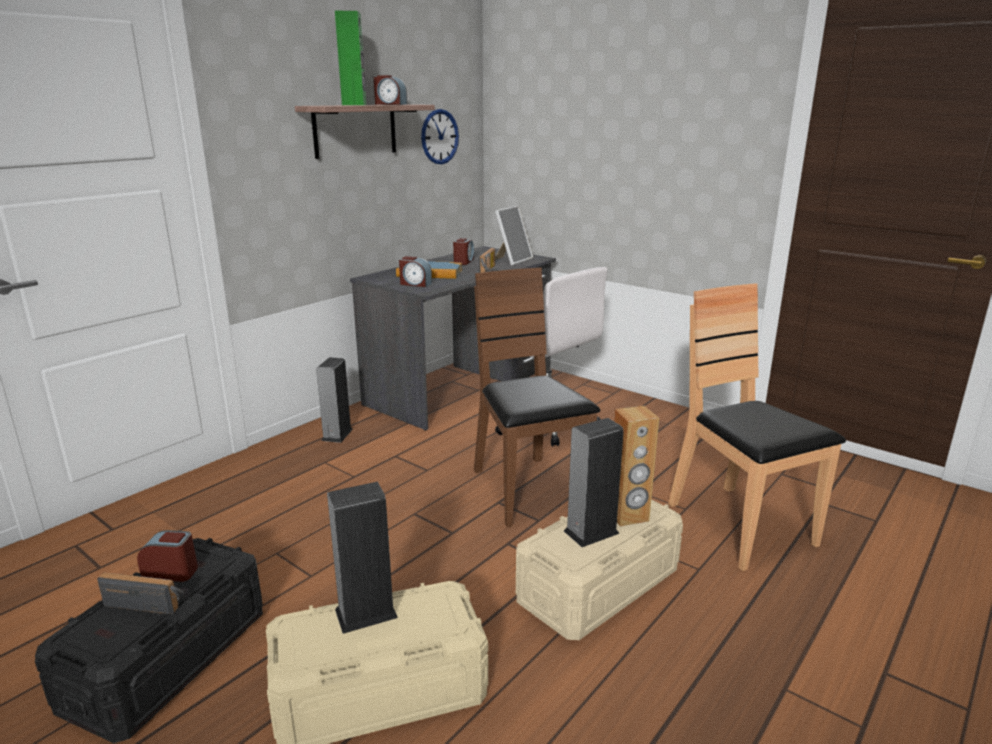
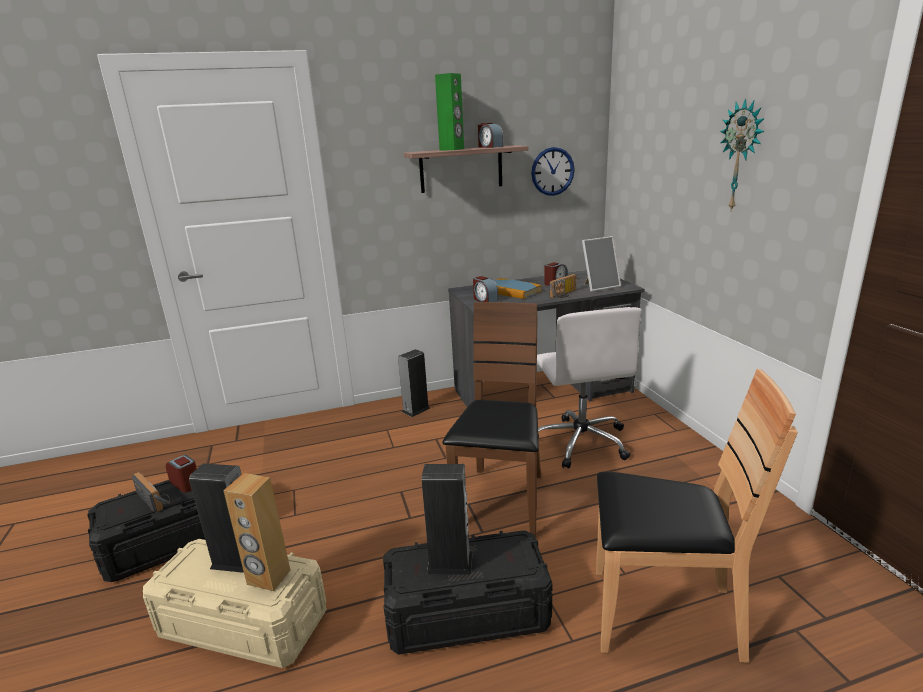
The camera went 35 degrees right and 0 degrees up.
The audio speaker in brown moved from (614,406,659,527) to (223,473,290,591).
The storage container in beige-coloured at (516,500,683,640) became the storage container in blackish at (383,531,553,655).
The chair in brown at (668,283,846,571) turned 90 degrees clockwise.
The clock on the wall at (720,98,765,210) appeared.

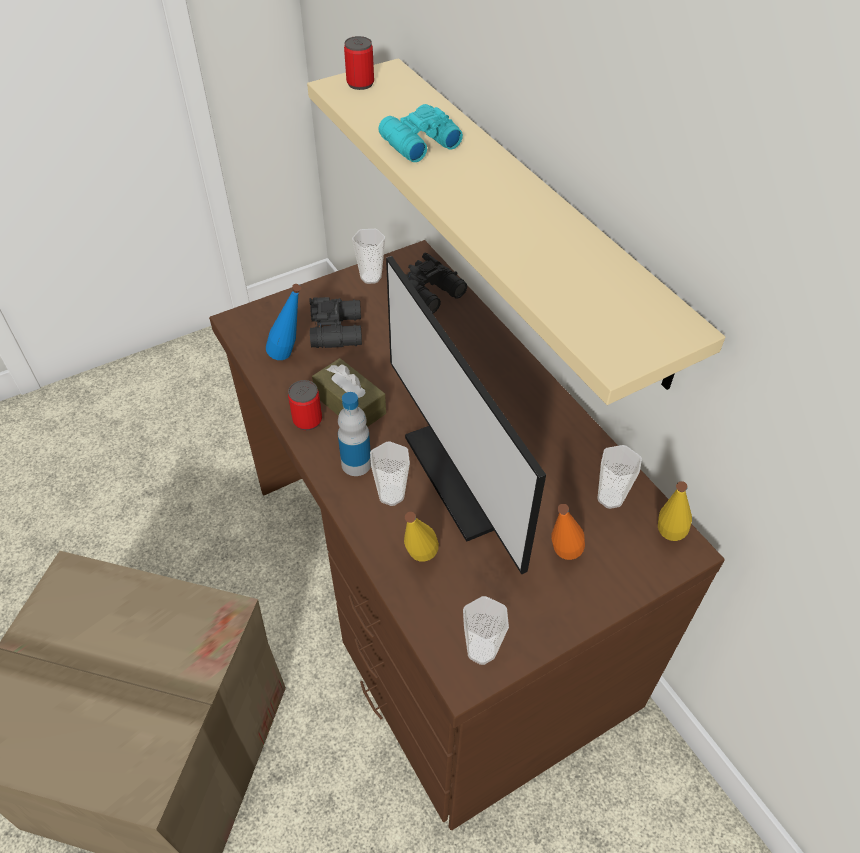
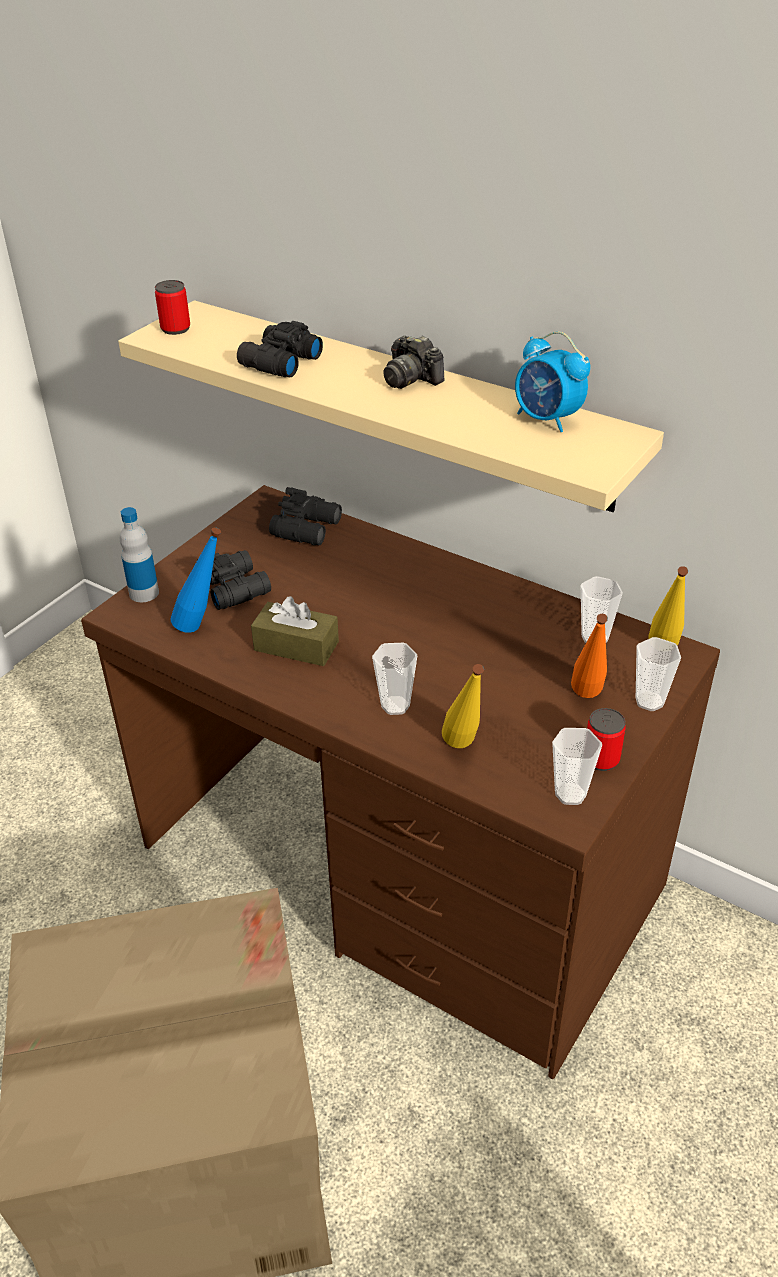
The camera went 25 degrees left and 10 degrees down.
The bottle moved from (338,392,371,476) to (120,507,159,602).
The pair of binoculars in turquoise-coloured at (378,104,463,162) became the pair of binoculars in blackish at (237,321,323,377).
The photo camera at (383,335,444,389) appeared.
The alarm clock at (515,331,591,432) appeared.
The metal can moved from (288,380,322,430) to (587,708,626,771).
The cup moved from (352,229,385,284) to (636,637,681,711).
The monitor at (386,256,546,575) disappeared.

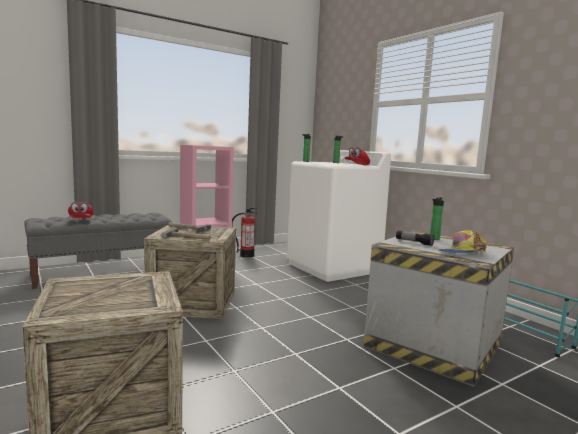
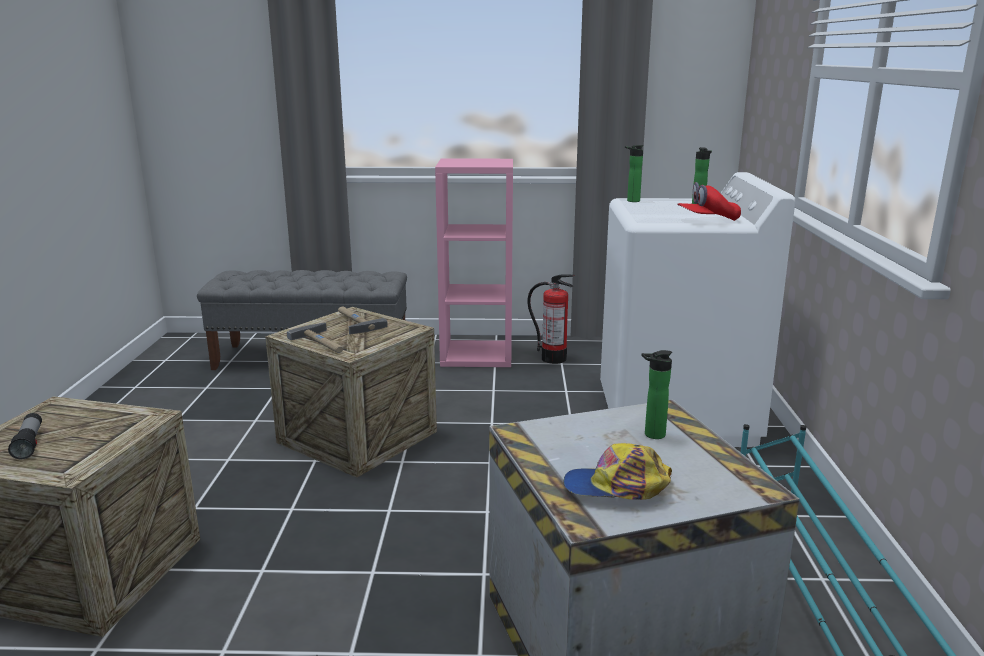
The camera went 35 degrees right and 10 degrees up.
The torch moved from (396,230,434,246) to (8,413,42,459).
The peaked cap in reddish at (68,202,94,218) disappeared.

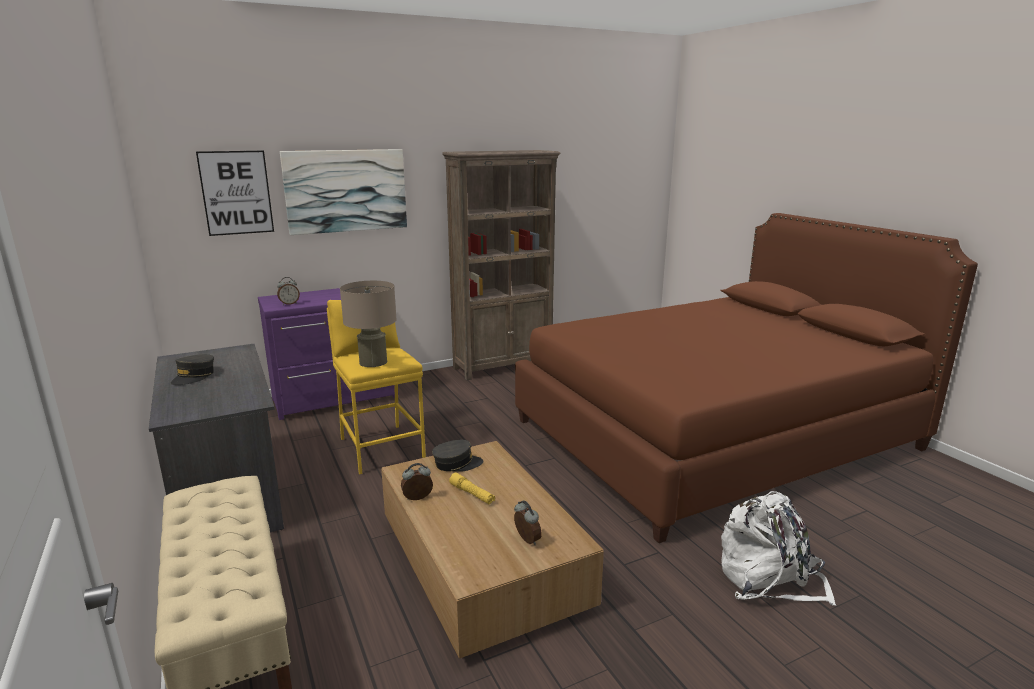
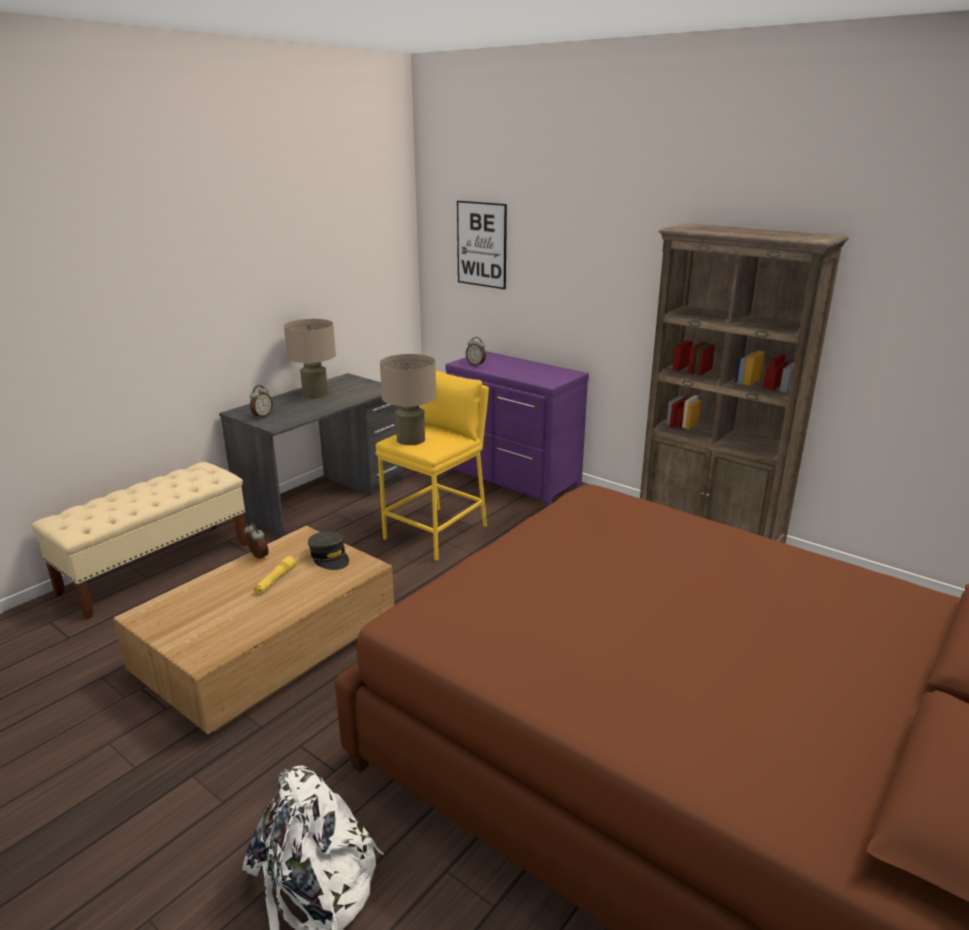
The camera went 65 degrees right and 5 degrees up.
The alarm clock moved from (514,500,542,545) to (250,385,273,419).
The peaked cap in gray at (171,354,214,385) was replaced by the table lamp in beige-coloured at (284,319,336,399).
The wall art at (280,149,407,235) disappeared.

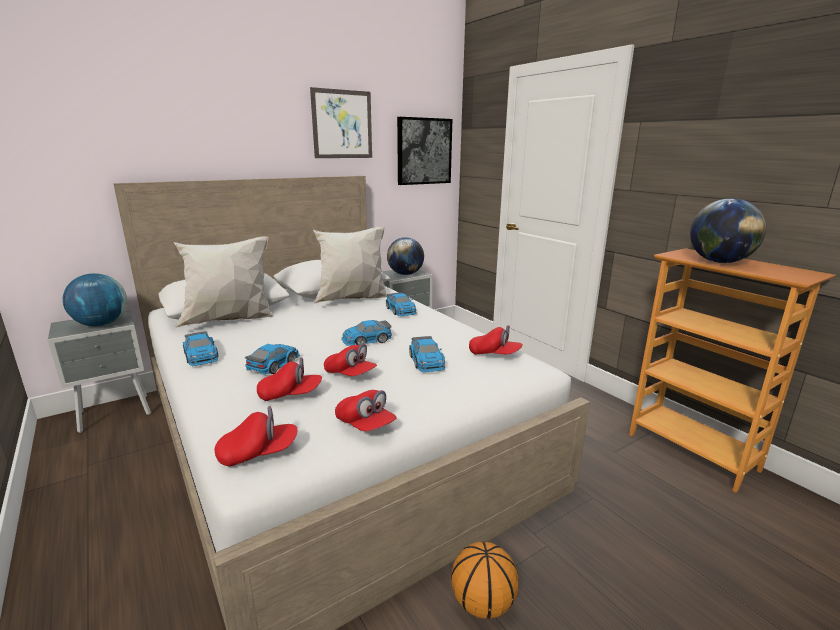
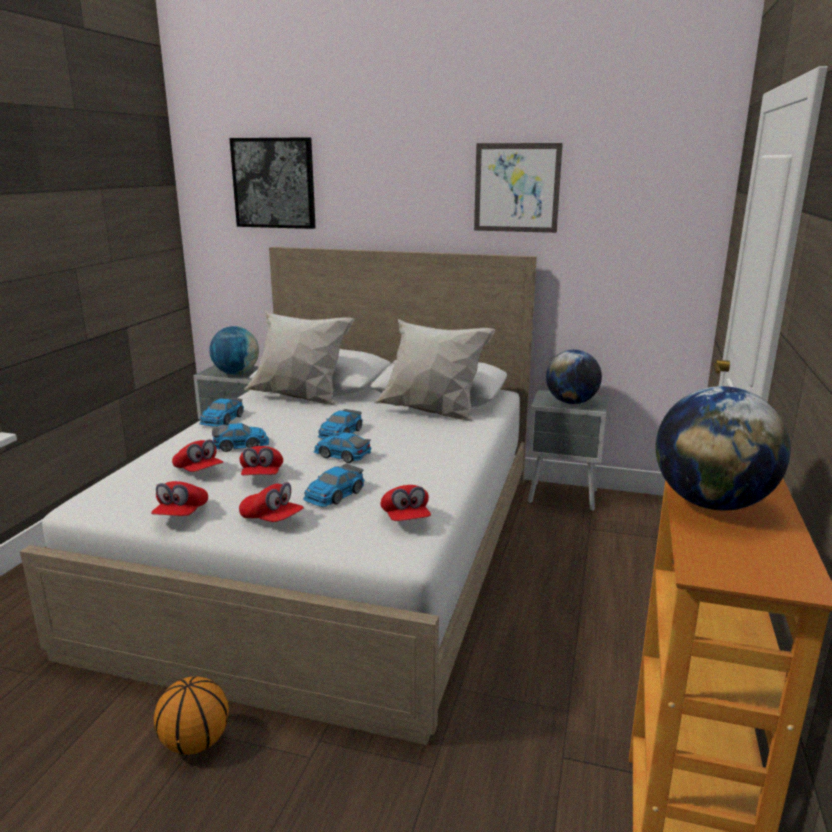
The camera went 50 degrees right and 0 degrees up.
The wall art moved from (397,117,452,185) to (229,137,316,229).
The peaked cap in reddish moved from (215,406,297,466) to (239,482,304,522).
The toy car moved from (386,292,417,316) to (318,409,363,439).

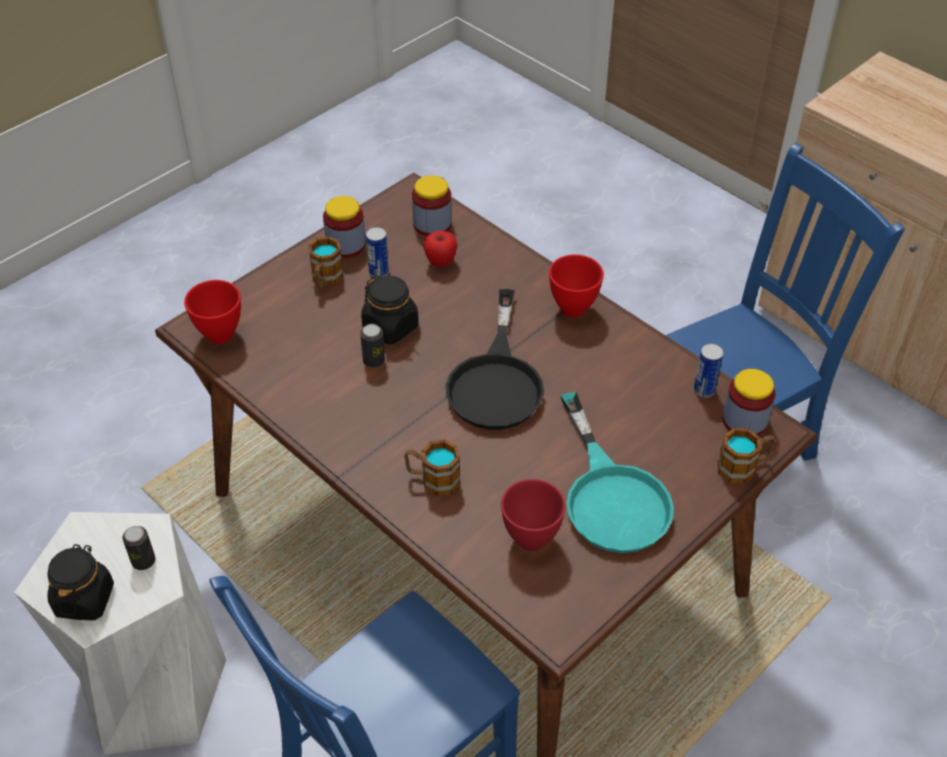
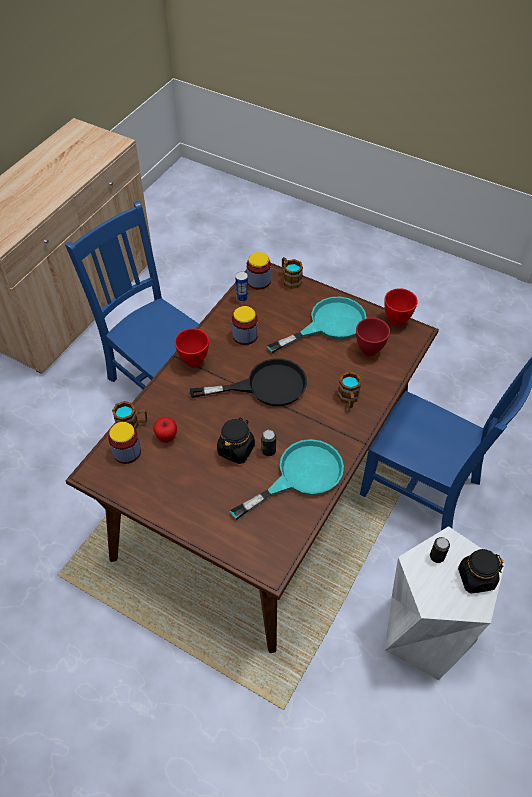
The camera went 105 degrees left and 5 degrees up.
The coffee mug moved from (308,236,344,289) to (112,401,147,429).
The pan in turquoise-coloured at (230,439,344,519) appeared.
The preserve jar moved from (323,196,366,258) to (232,306,258,345).
The serving bowl in reddish moved from (184,280,241,344) to (385,288,418,326).
The metal can at (366,227,389,278) disappeared.

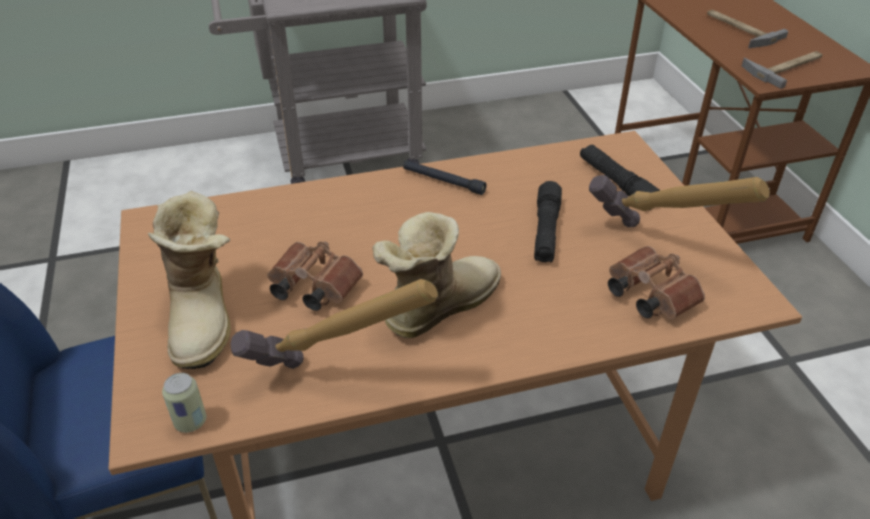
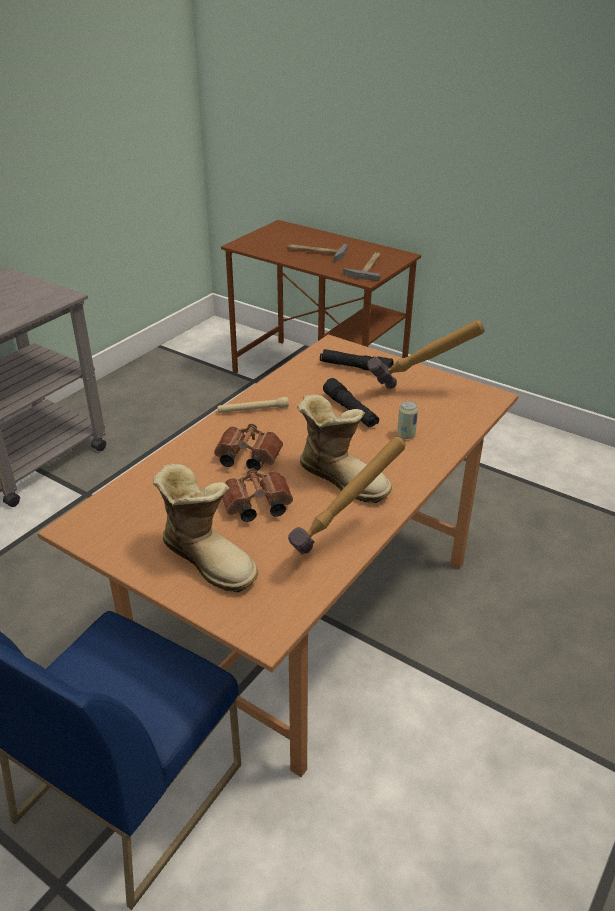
The camera went 40 degrees left and 5 degrees down.
The pair of binoculars in brown moved from (608,246,705,319) to (214,423,283,471).
The torch in blackish at (403,160,486,195) became the torch in beige-coloured at (218,397,289,413).
The boot at (372,212,501,338) turned 120 degrees clockwise.
The metal can moved from (162,373,206,433) to (397,401,418,439).

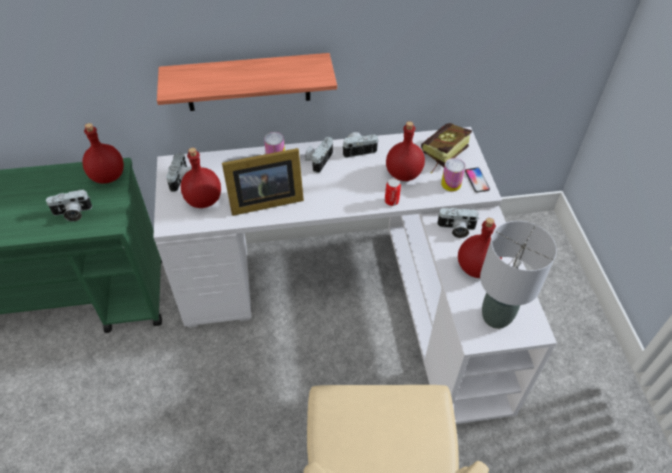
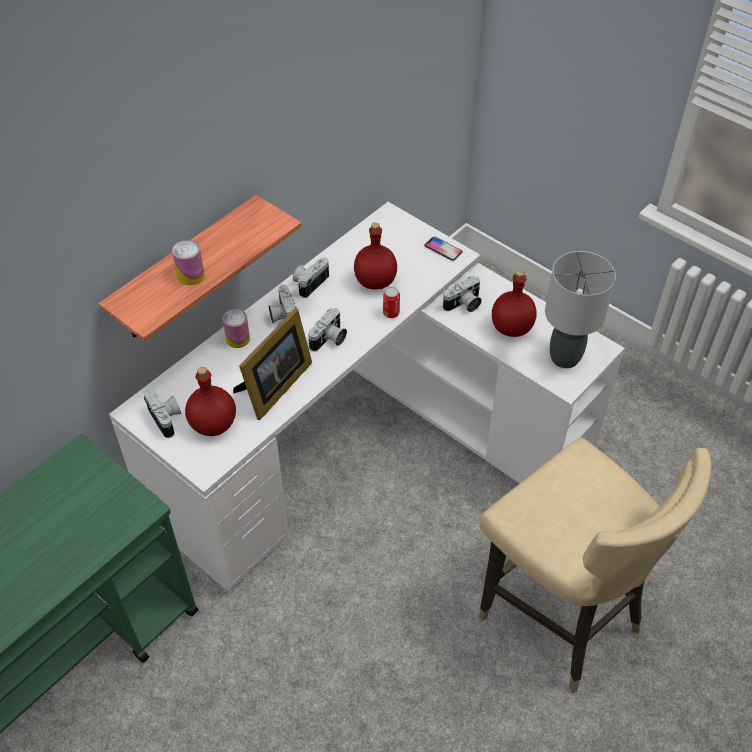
The camera went 40 degrees left and 0 degrees up.
The metal can moved from (441,158,465,192) to (172,240,205,285).
The photo camera moved from (46,190,92,221) to (308,308,347,352).
The bottle in reddish at (83,123,124,184) disappeared.
The volume at (421,123,472,173) disappeared.

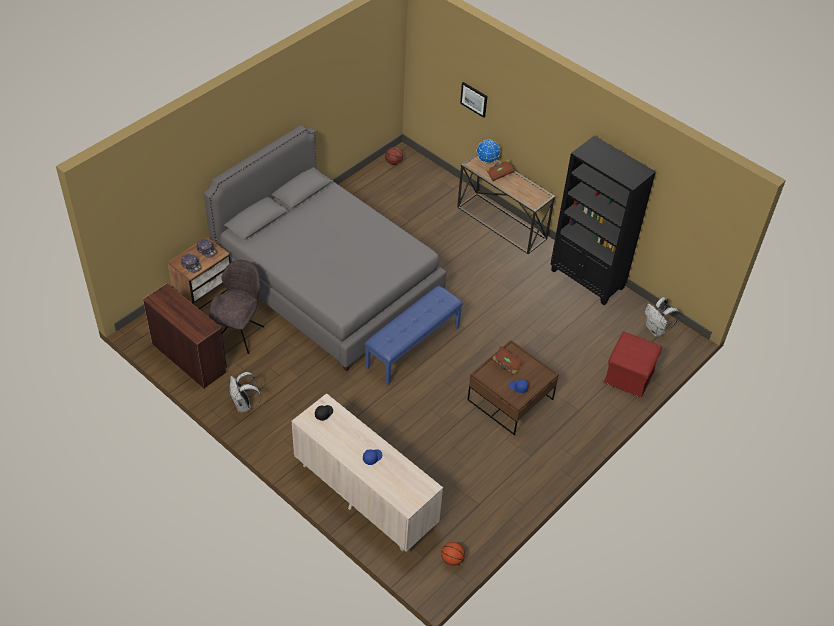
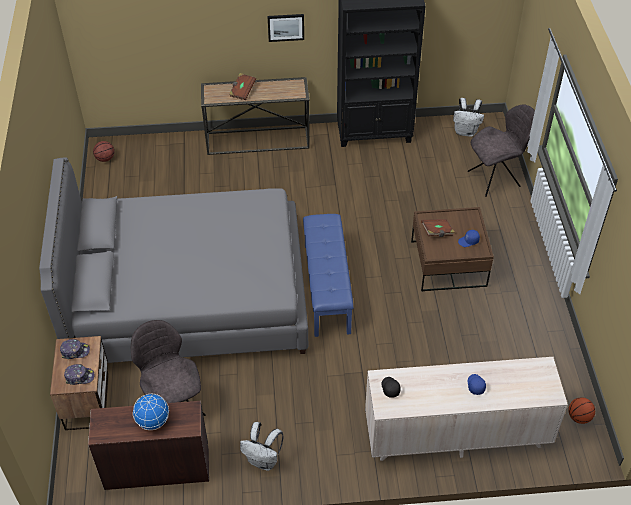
The camera went 45 degrees left and 0 degrees up.
The world globe moved from (477,140,500,163) to (133,394,169,430).
The wall art moved from (460,82,487,118) to (267,14,304,42).
The footrest in reddish at (604,332,662,398) was replaced by the chair in gray at (468,105,535,197).

